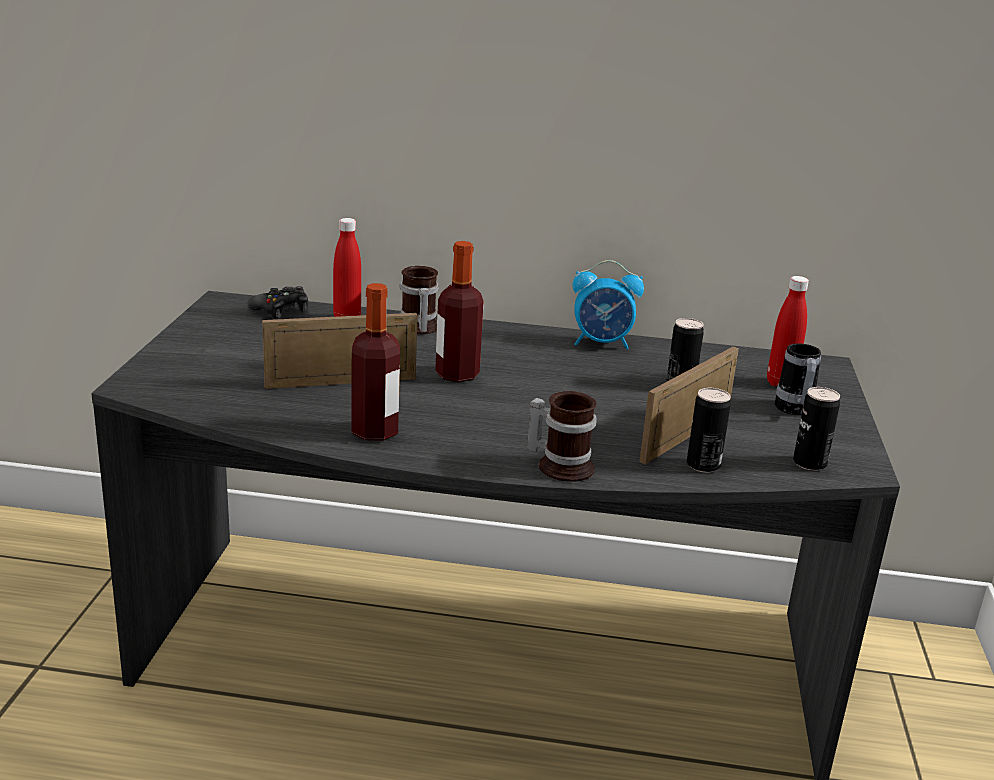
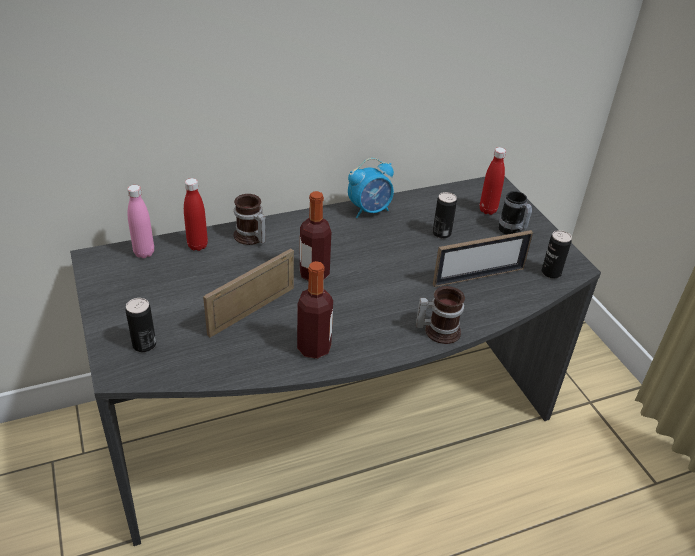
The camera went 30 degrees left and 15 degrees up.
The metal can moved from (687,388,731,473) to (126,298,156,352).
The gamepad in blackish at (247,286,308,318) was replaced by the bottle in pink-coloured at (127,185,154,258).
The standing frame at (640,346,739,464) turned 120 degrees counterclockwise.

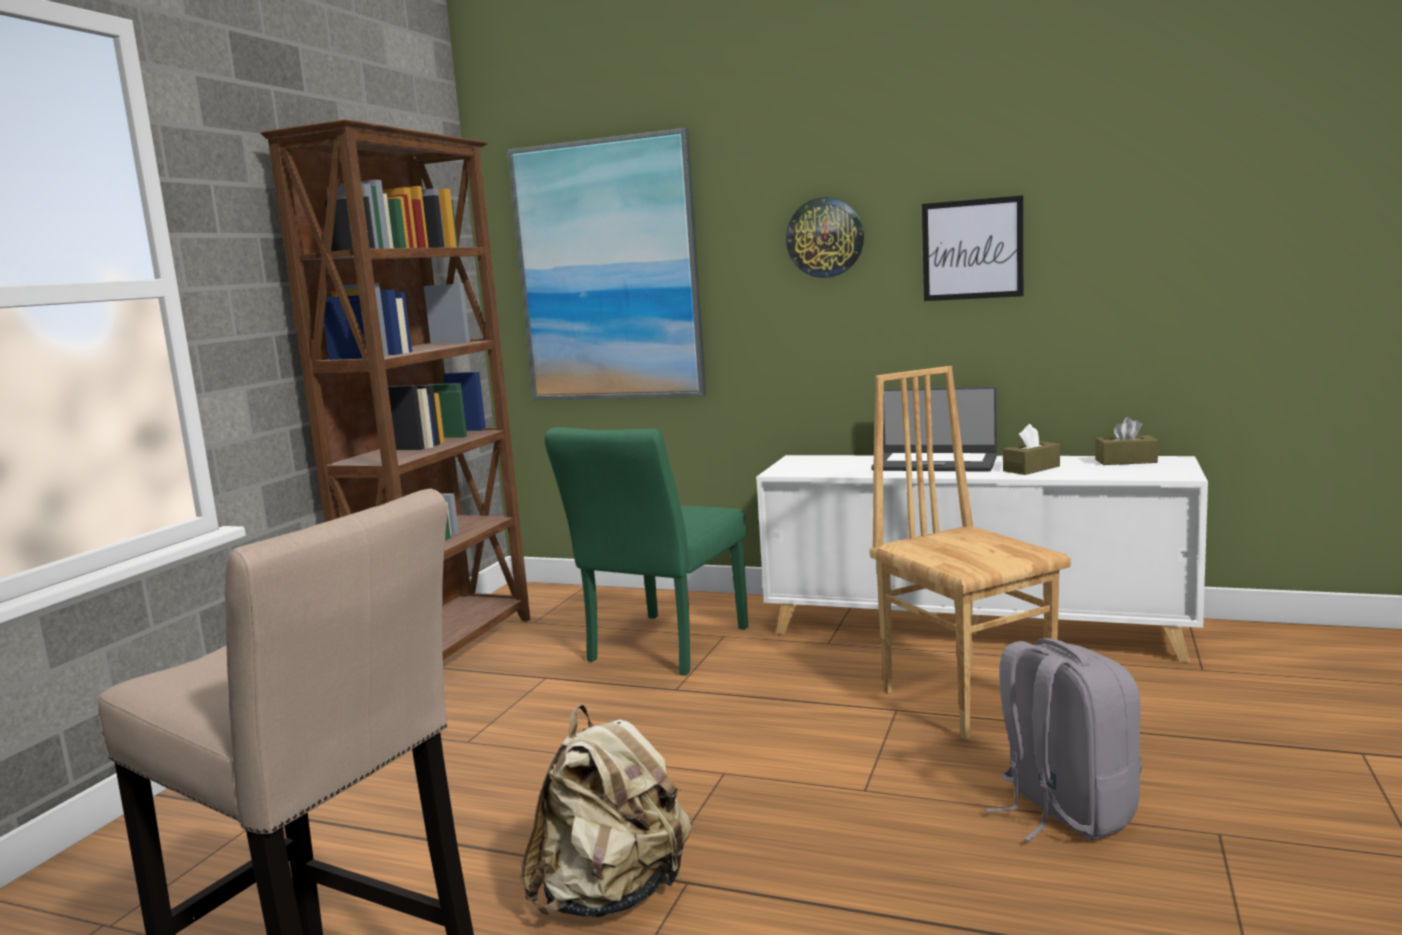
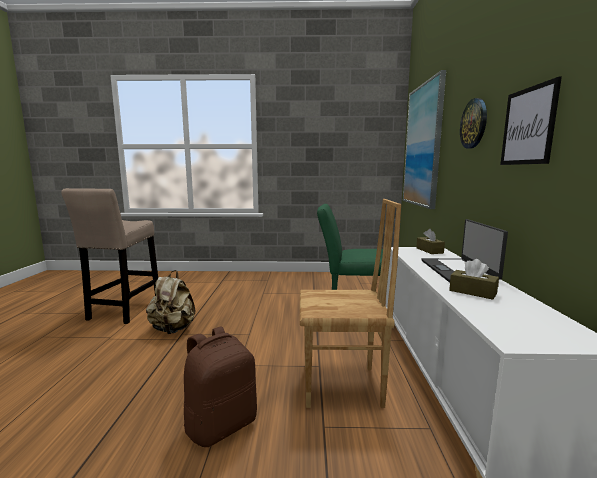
The camera went 70 degrees right and 0 degrees up.
The backpack in gray at (985,638,1142,842) became the backpack in brown at (184,326,257,447).
The chair in brown at (869,366,1071,740) turned 45 degrees clockwise.
The tissue box in brown moved from (1095,417,1158,465) to (416,229,445,254).
The bookshelf in brown at (260,119,530,660) disappeared.

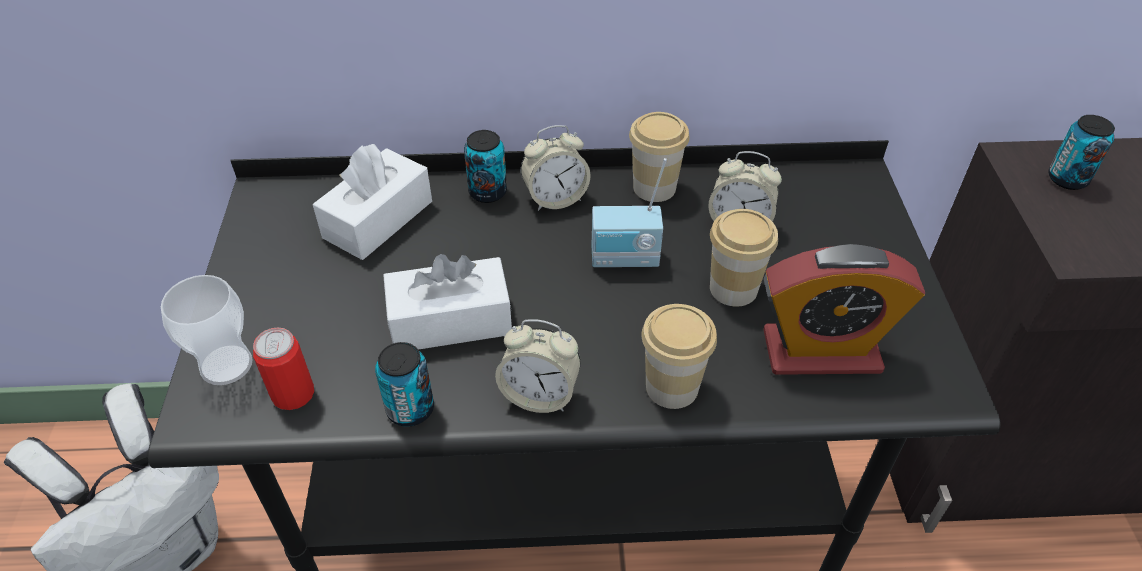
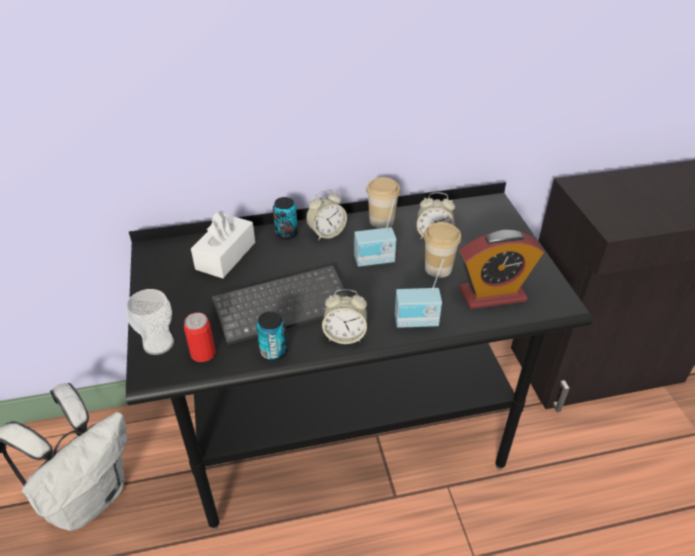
The camera went 10 degrees left and 5 degrees down.
The tissue box in white at (383,254,512,350) was replaced by the computer keyboard at (212,265,348,345).
The cup at (641,304,717,409) was replaced by the radio receiver at (395,259,444,328).
The metal can at (1048,115,1115,190) disappeared.

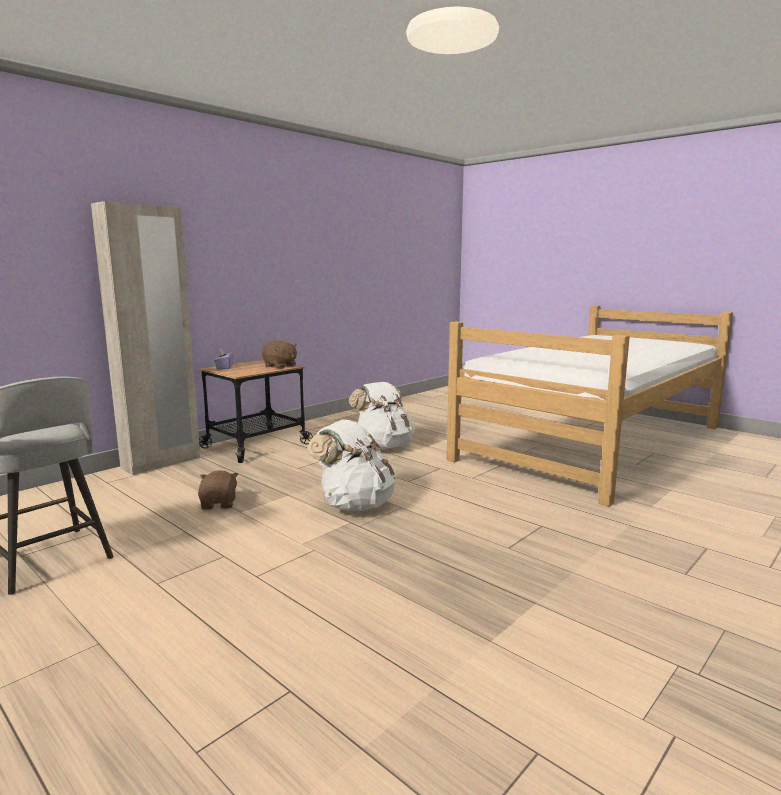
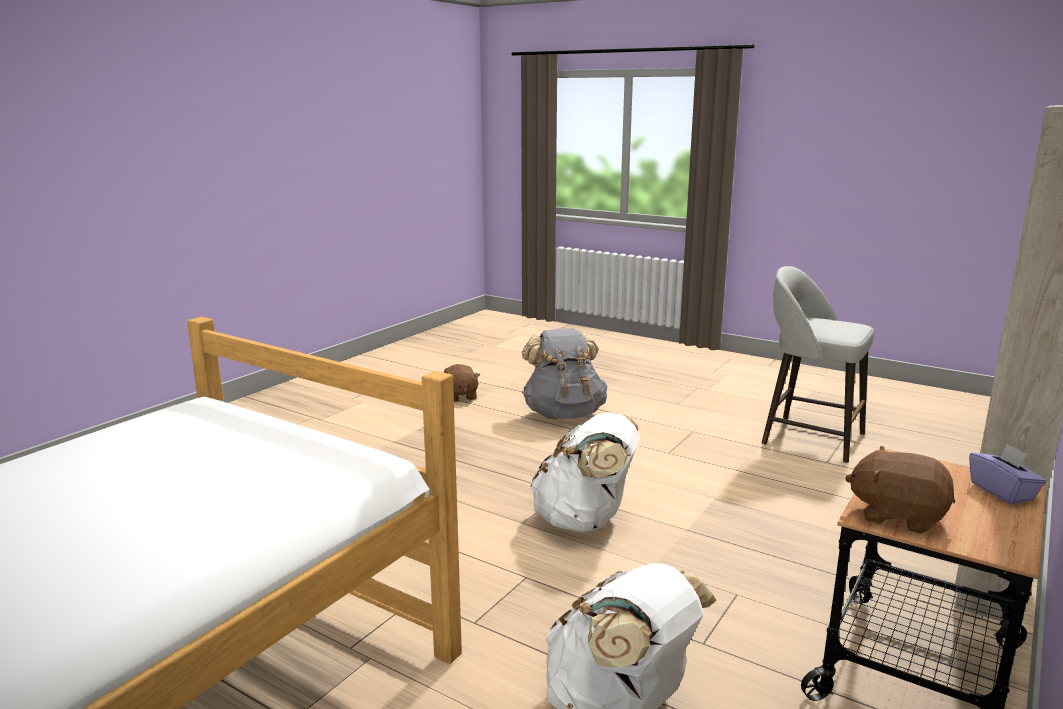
The camera went 170 degrees right and 5 degrees up.
The cuddly toy in brown moved from (198,470,238,510) to (444,364,480,402).
The backpack in gray at (522,328,607,419) appeared.

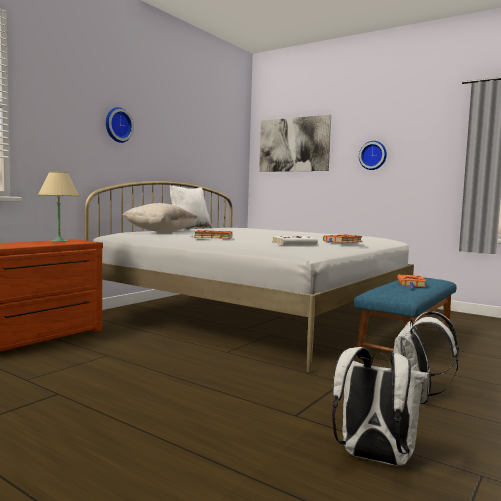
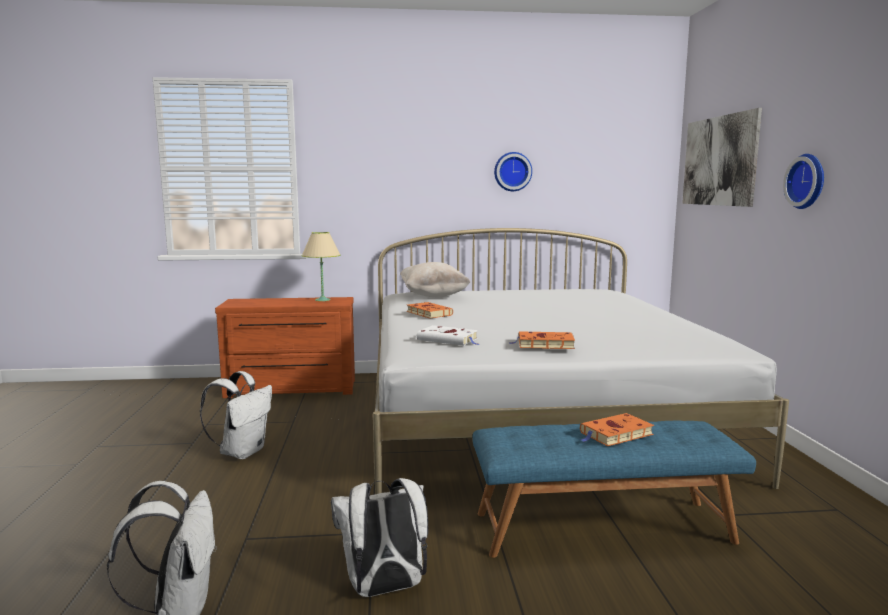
The camera went 50 degrees right and 5 degrees up.
The backpack in white at (200,371,272,459) appeared.
The clock on the wall moved from (106,107,134,143) to (494,152,532,191).
The cushion in white at (170,186,212,229) disappeared.

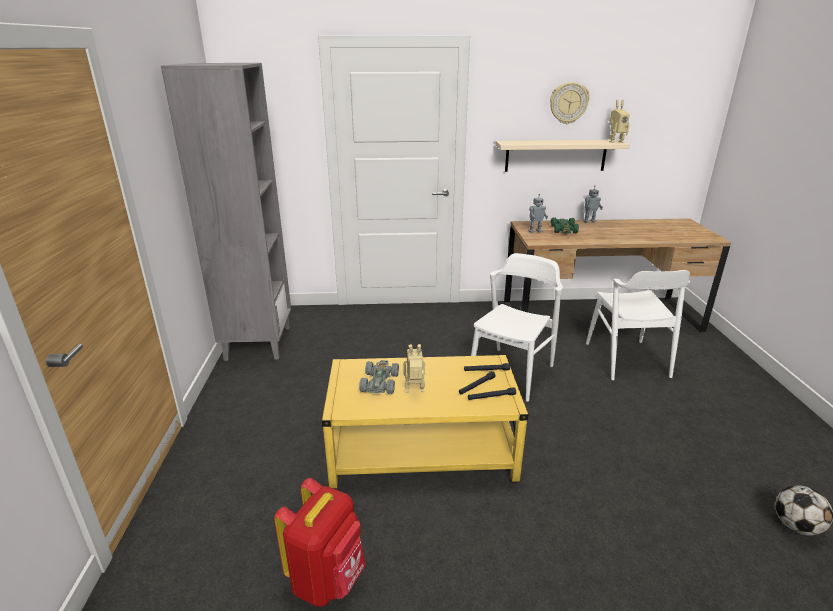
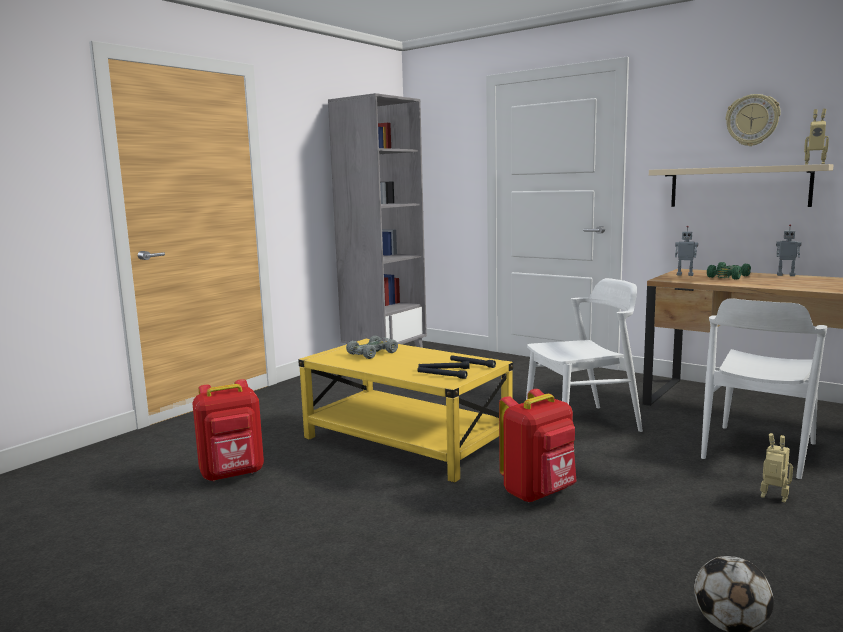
The camera went 40 degrees right and 15 degrees down.
The backpack in reddish at (499,389,576,502) appeared.
The toy robot moved from (403,344,425,393) to (760,433,793,503).

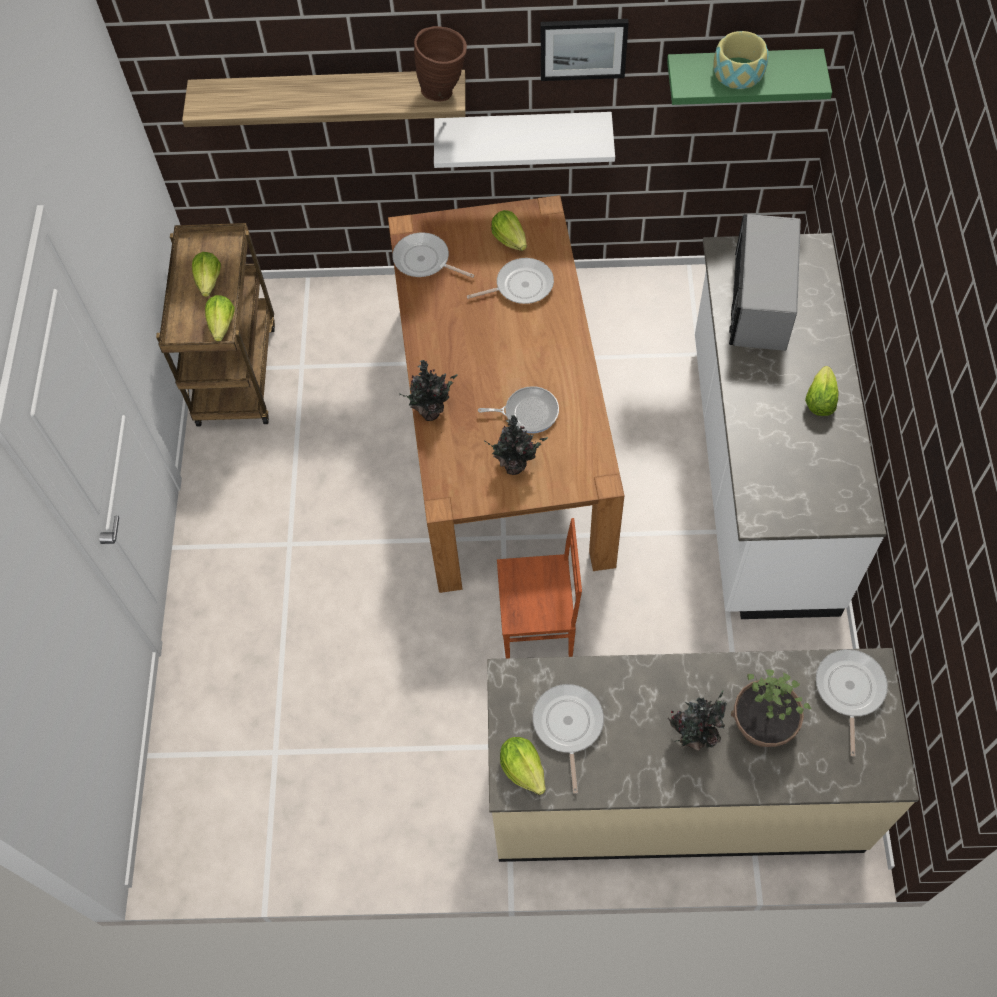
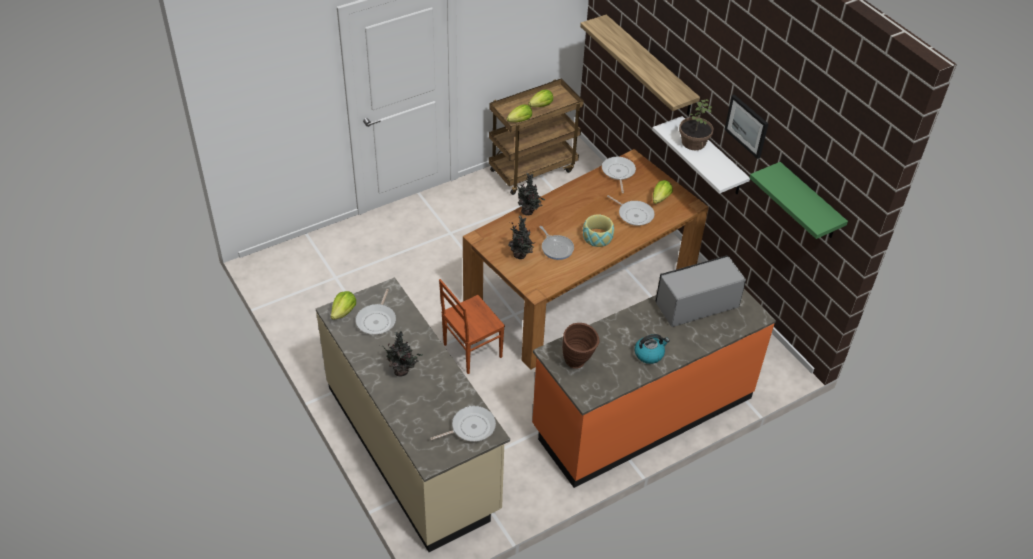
The camera went 55 degrees right and 15 degrees down.
The pan at (533,684,604,794) turned 135 degrees clockwise.
The chair in brown at (497,518,582,658) turned 90 degrees clockwise.
The counter in white at (695,233,886,619) became the counter in orangey at (532,289,776,488).
The vase in brown moved from (414,26,467,101) to (562,323,600,369).
The serving bowl moved from (713,31,768,89) to (583,214,614,247).
The lettuce at (805,366,838,416) was replaced by the water kettle at (635,334,670,364).
The houseplant moved from (731,670,812,747) to (679,99,713,150).

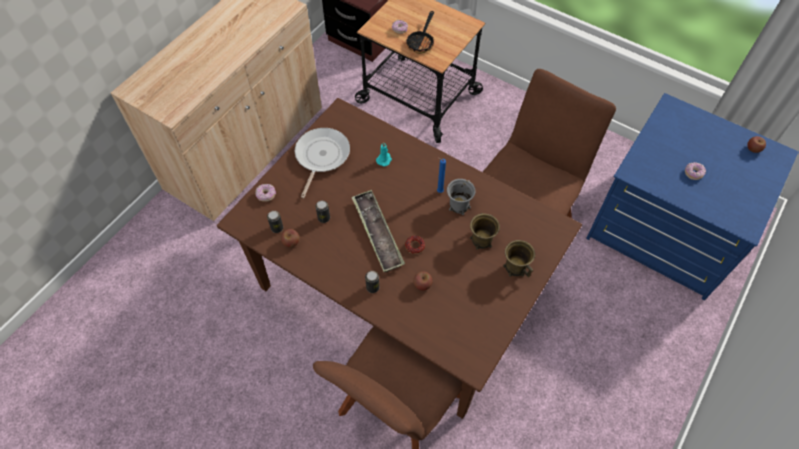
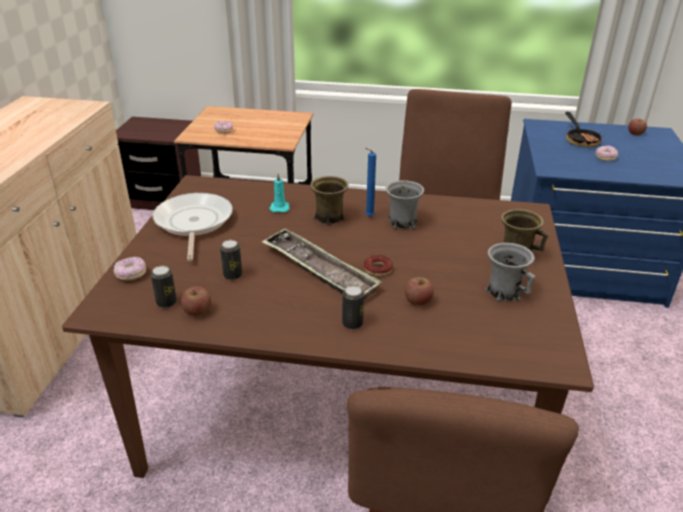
The camera went 25 degrees left and 25 degrees down.
The coffee mug in brown moved from (470,213,500,250) to (310,176,348,225).
The coffee mug in gray at (486,243,535,301) appeared.
The pan moved from (406,11,434,54) to (565,112,602,147).

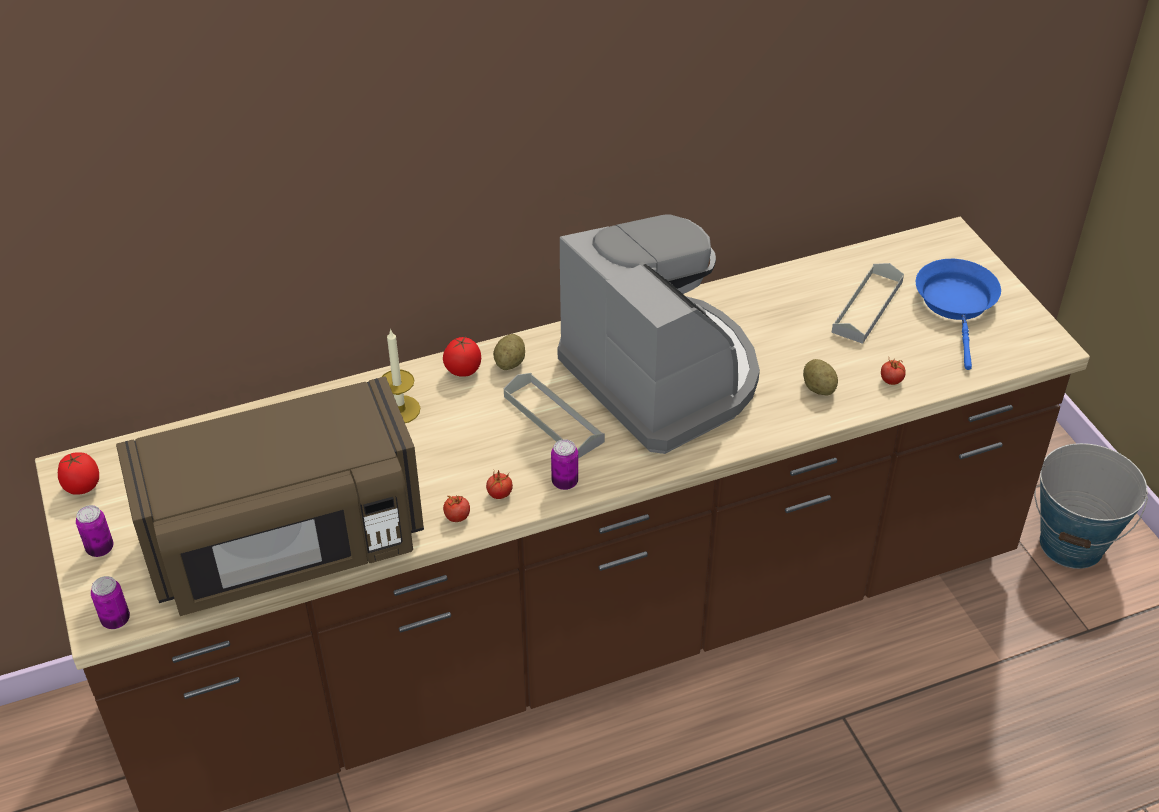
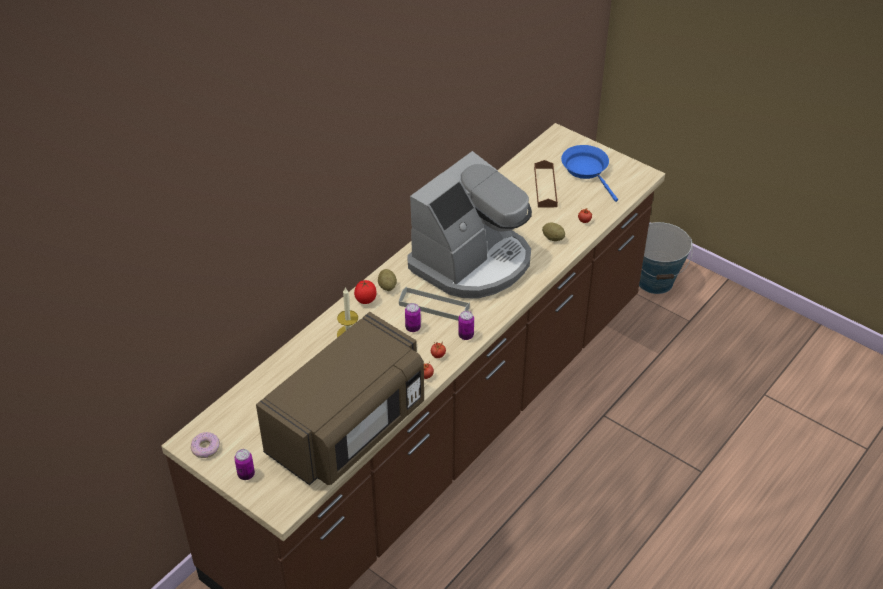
The camera went 30 degrees left and 0 degrees up.
The tomato at (58,453,99,495) was replaced by the donut at (191,432,220,458).
The metal can moved from (91,576,130,629) to (405,303,421,332).
The coffee maker at (558,215,760,454) turned 105 degrees clockwise.
The carrying tray in gray at (831,263,904,344) became the carrying tray in brown at (534,160,558,207).

